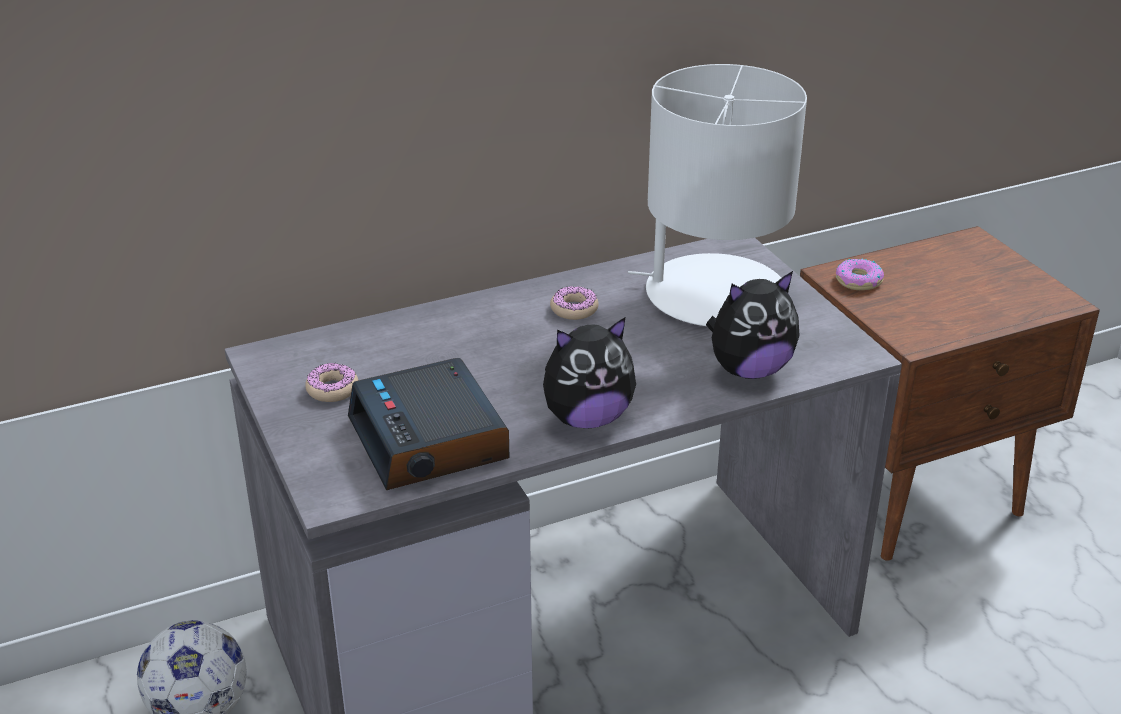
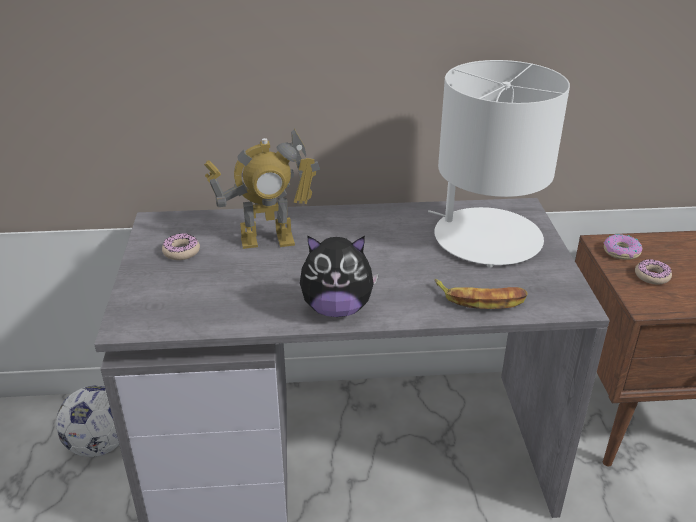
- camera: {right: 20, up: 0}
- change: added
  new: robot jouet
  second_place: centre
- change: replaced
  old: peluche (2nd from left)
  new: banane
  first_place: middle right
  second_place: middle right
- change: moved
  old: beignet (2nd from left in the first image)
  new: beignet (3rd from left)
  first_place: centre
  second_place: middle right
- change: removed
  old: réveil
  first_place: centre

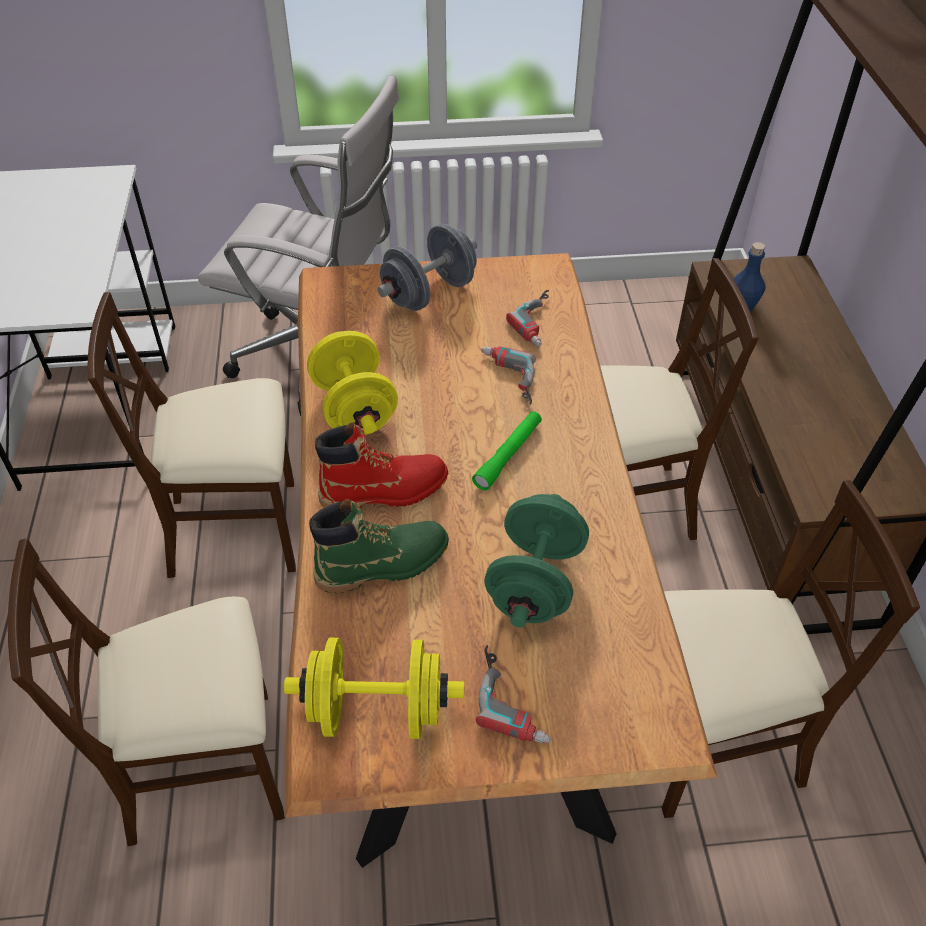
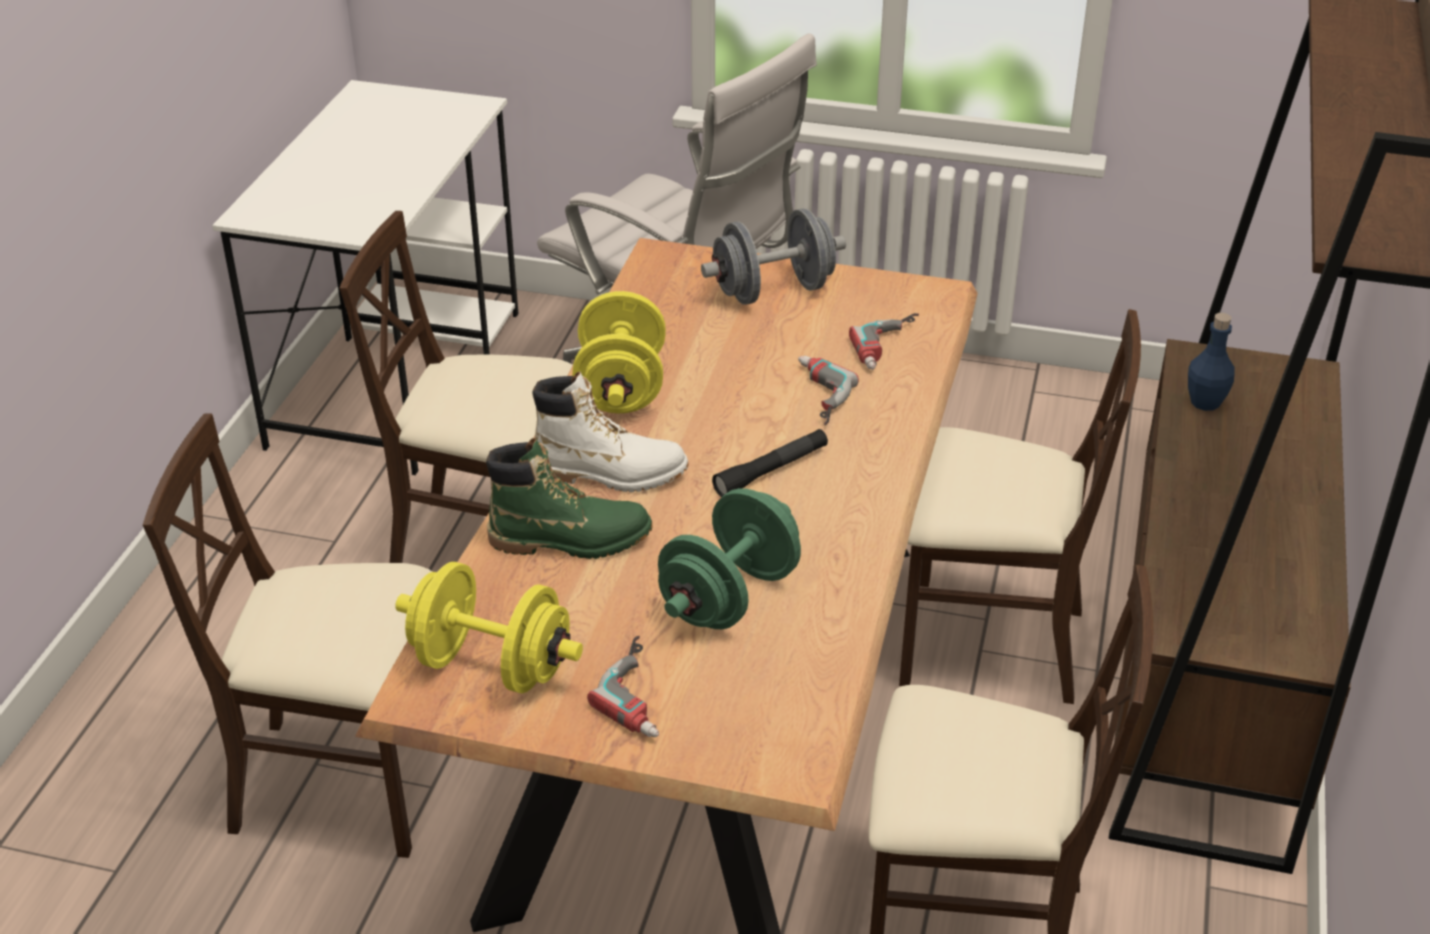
- camera: {right: 20, up: -10}
- change: recoloured
  old: botte/rouge
  new: botte/blanc
  first_place: centre
  second_place: centre
- change: recoloured
  old: lampe de poche/vert
  new: lampe de poche/noir
  first_place: centre
  second_place: centre

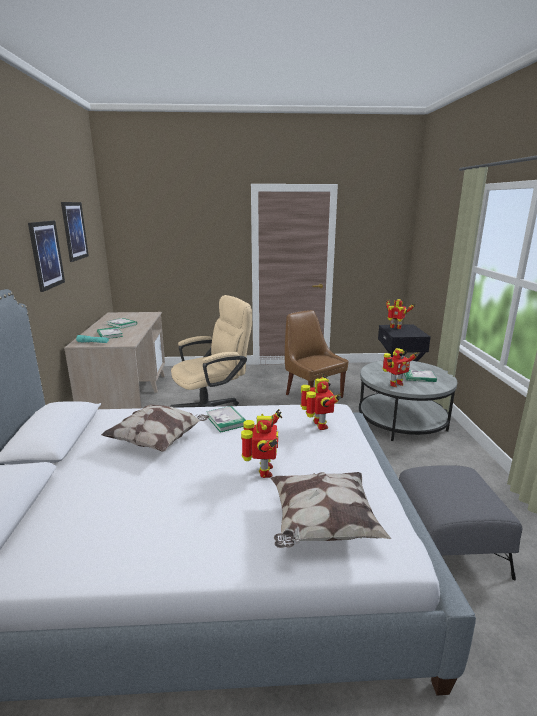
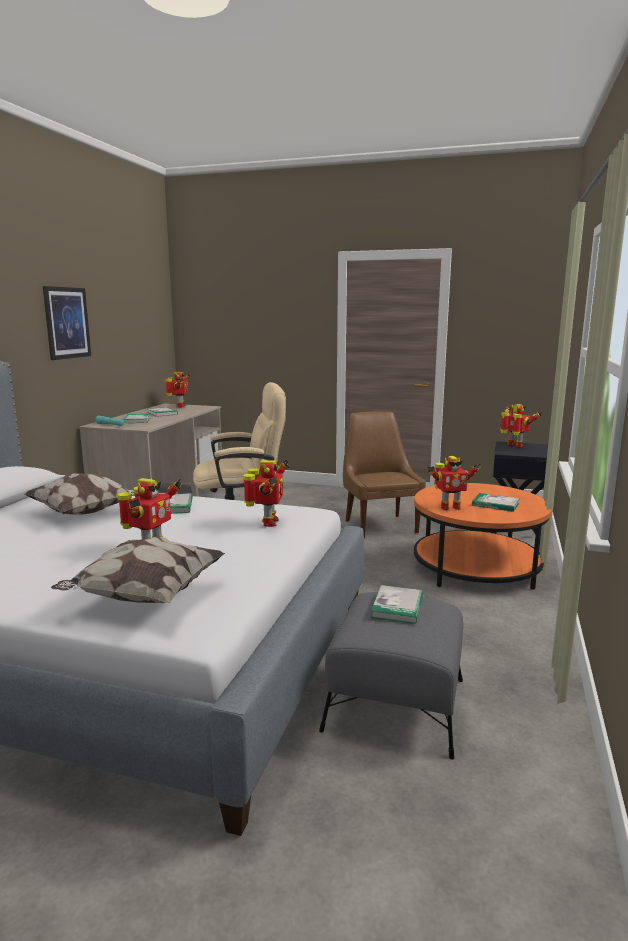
- camera: {right: 20, up: -5}
- change: added
  new: robot jouet (2nd from left)
  second_place: middle left
- change: added
  new: livre (4th from left)
  second_place: centre
- change: recoloured
  old: table basse/gris
  new: table basse/orange
  first_place: middle right
  second_place: middle right
- change: removed
  old: tableau (2nd from left)
  first_place: top left

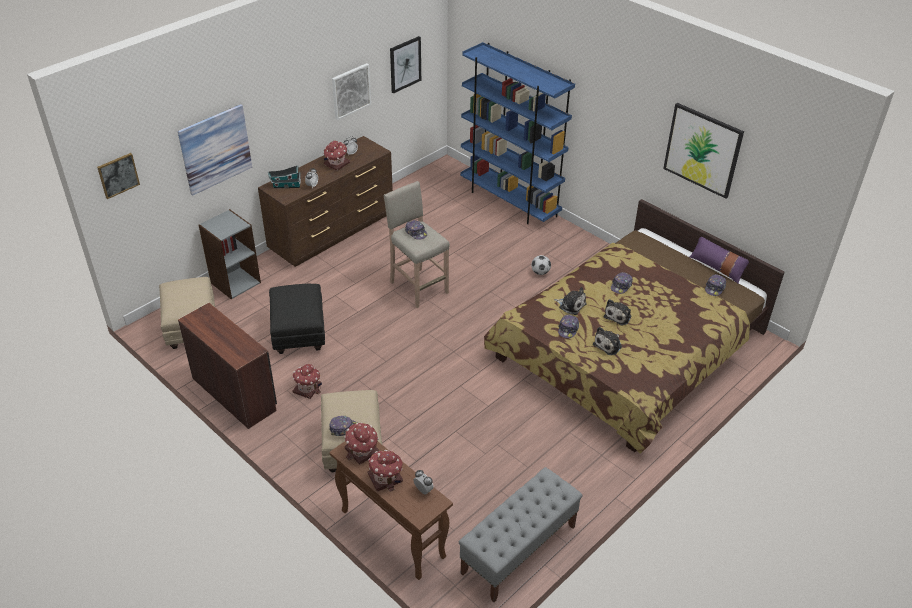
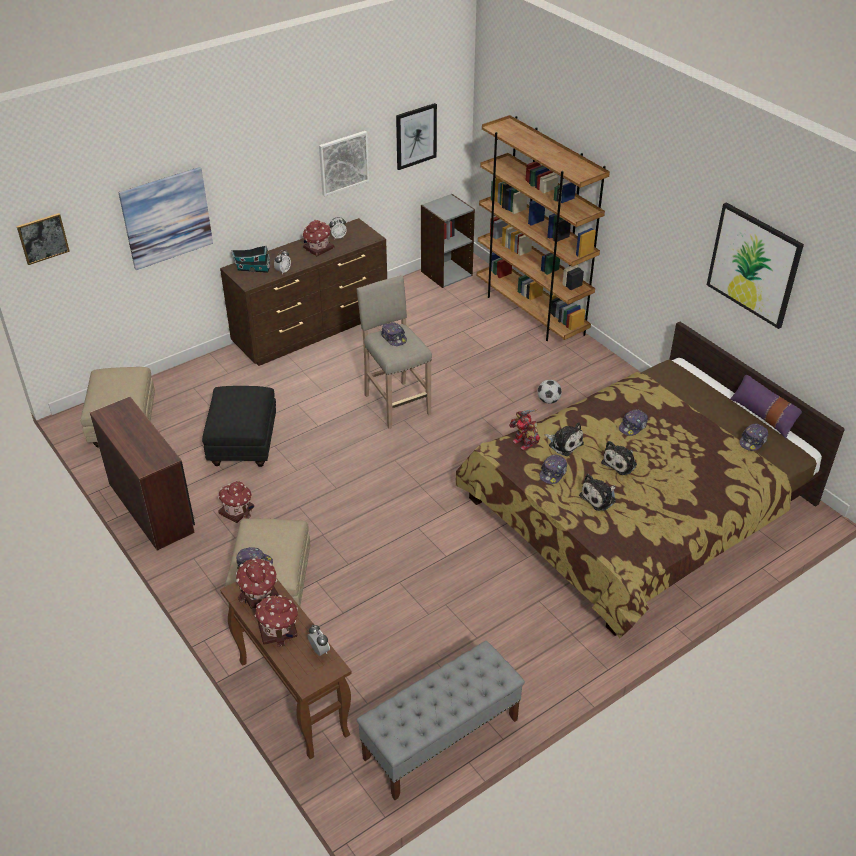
- camera: {right: 10, up: 0}
- change: moved
  old: bibliothèque/gris
  first_place: middle left
  second_place: top centre
- change: recoloured
  old: bibliothèque/bleu
  new: bibliothèque/marron
  first_place: top centre
  second_place: top centre
- change: added
  new: robot jouet
  second_place: centre

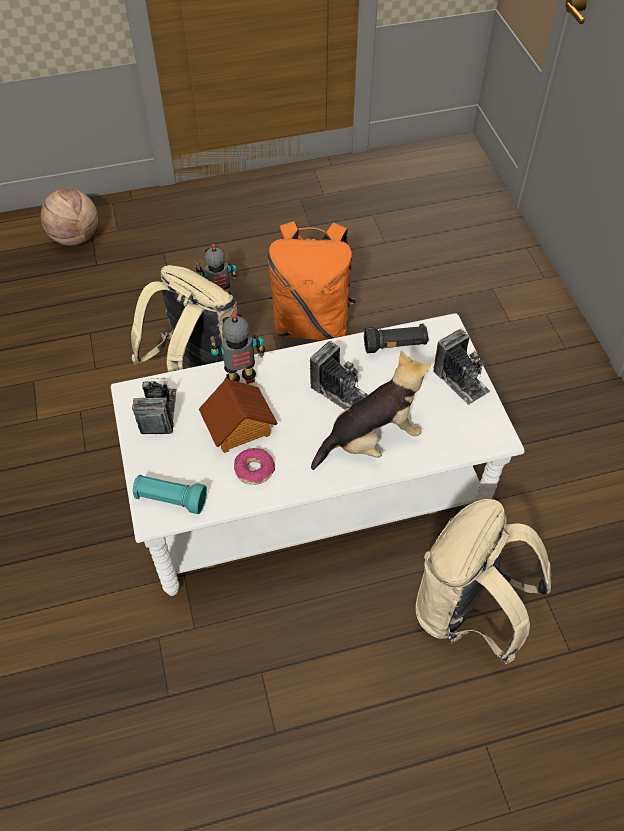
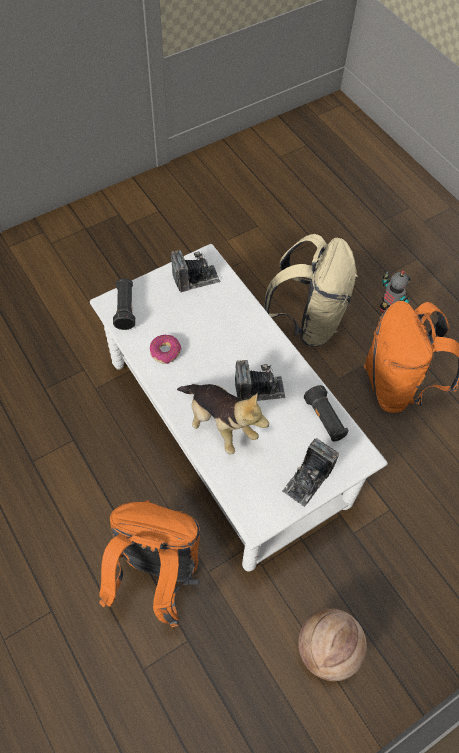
- camera: {right: 70, up: 5}
- change: recoloured
  old: sac à dos/beige (2nd from left)
  new: sac à dos/orange (1st from left)
  first_place: bottom right
  second_place: bottom left
- change: recoloured
  old: lampe de poche/turquoise
  new: lampe de poche/noir (1st from left)
  first_place: middle left
  second_place: middle left
- change: turned
  old: appareil photo (2nd from left)
  first_place: centre
  second_place: centre
  degrees: -120
- change: moved
  old: ballon de basket
  first_place: top left
  second_place: bottom right
- change: removed
  old: maison miniature
  first_place: centre
- change: removed
  old: robot jouet (2nd from left)
  first_place: centre

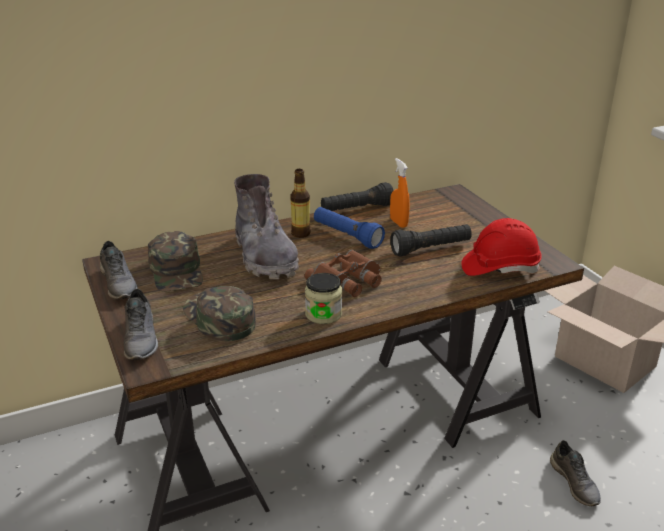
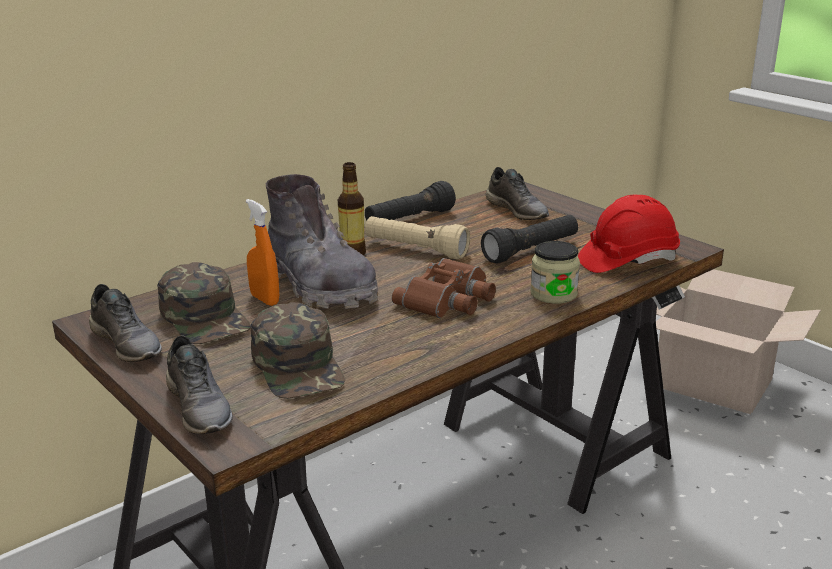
- camera: {right: -15, up: -5}
- change: moved
  old: vaporisateur/orange
  first_place: centre
  second_place: middle left
- change: turned
  old: casquette/vert (2nd from left)
  first_place: middle left
  second_place: centre
  degrees: -150
- change: recoloured
  old: lampe de poche/bleu
  new: lampe de poche/beige
  first_place: centre
  second_place: centre
- change: moved
  old: chaussure/gris (3rd from left)
  first_place: bottom right
  second_place: centre
- change: moved
  old: bocal
  first_place: centre
  second_place: middle right

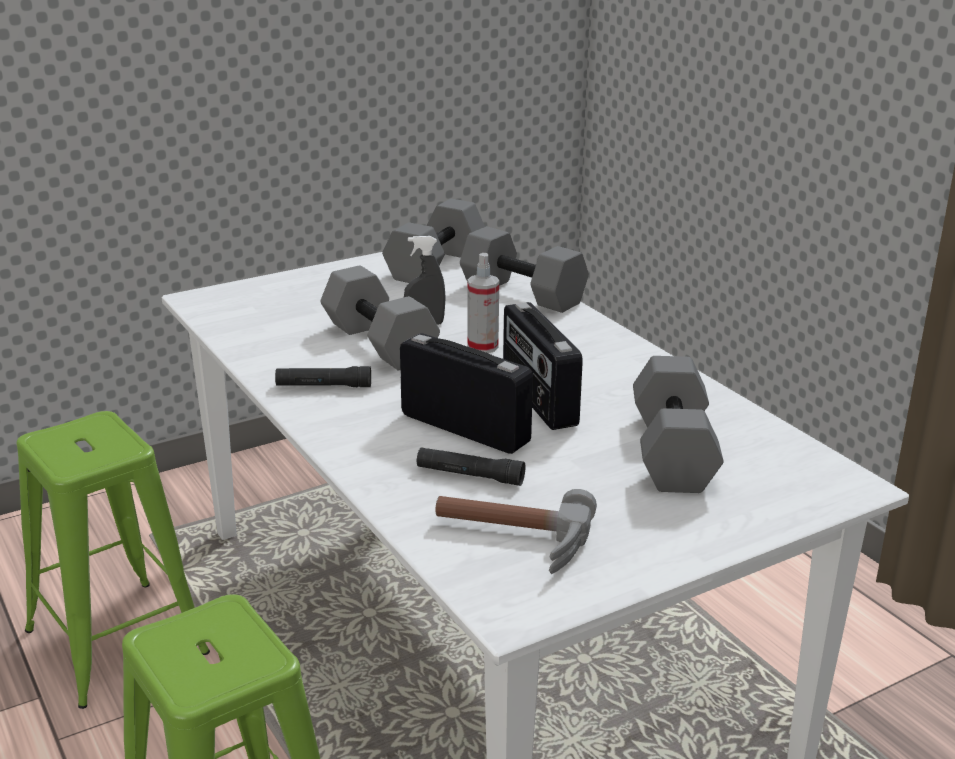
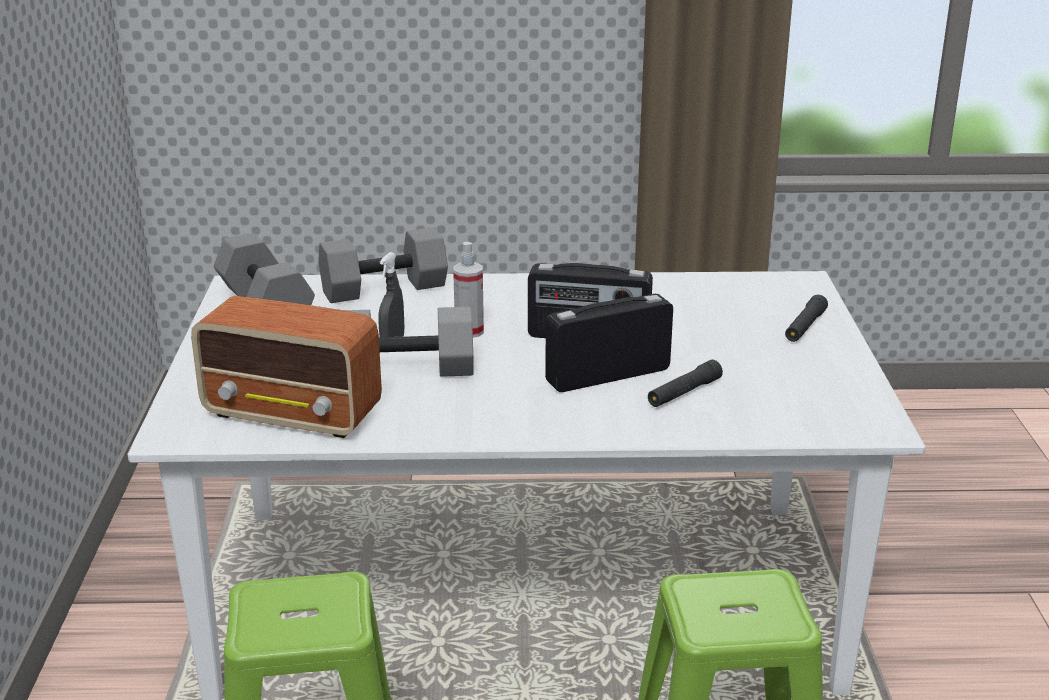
- camera: {right: -60, up: 0}
- change: added
  new: radio (1st from left)
  second_place: middle left
- change: moved
  old: lampe de poche/noir (1st from left in the first image)
  new: lampe de poche/noir (2nd from left)
  first_place: centre
  second_place: middle right
- change: removed
  old: marteau
  first_place: bottom centre
- change: removed
  old: haltère/gris (4th from left)
  first_place: middle right

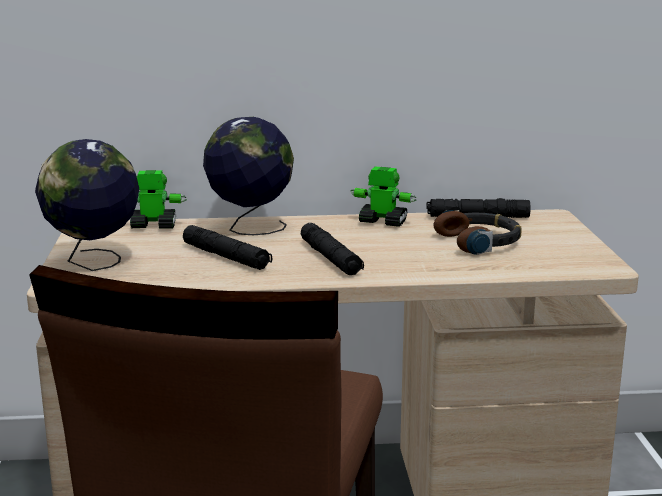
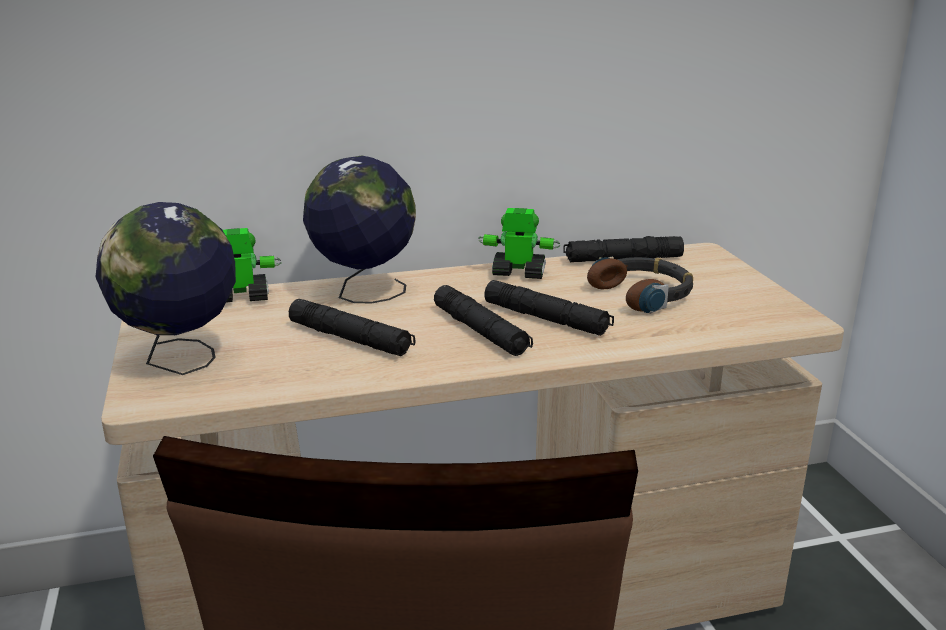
- camera: {right: -10, up: 5}
- change: added
  new: lampe de poche/noir (3rd from left)
  second_place: centre

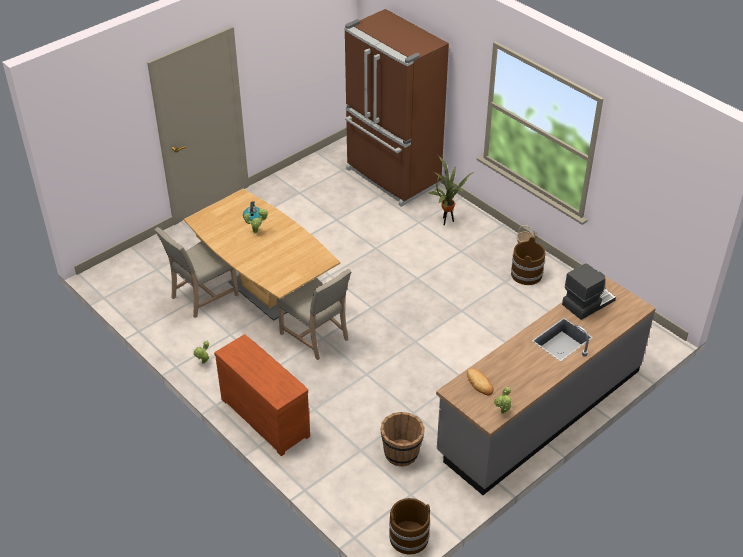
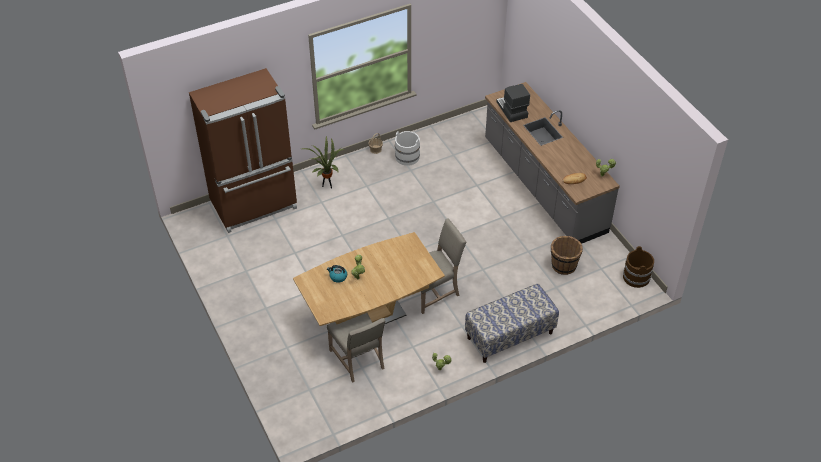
- camera: {right: -75, up: 5}
- change: recoloured
  old: seau/marron (3rd from left)
  new: seau/blanc
  first_place: middle right
  second_place: top centre
- change: replaced
  old: commode/marron
  new: banc
  first_place: bottom centre
  second_place: bottom centre

